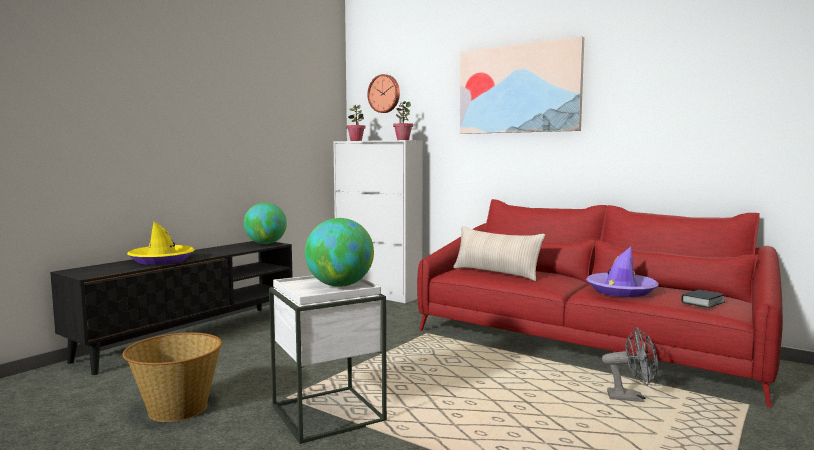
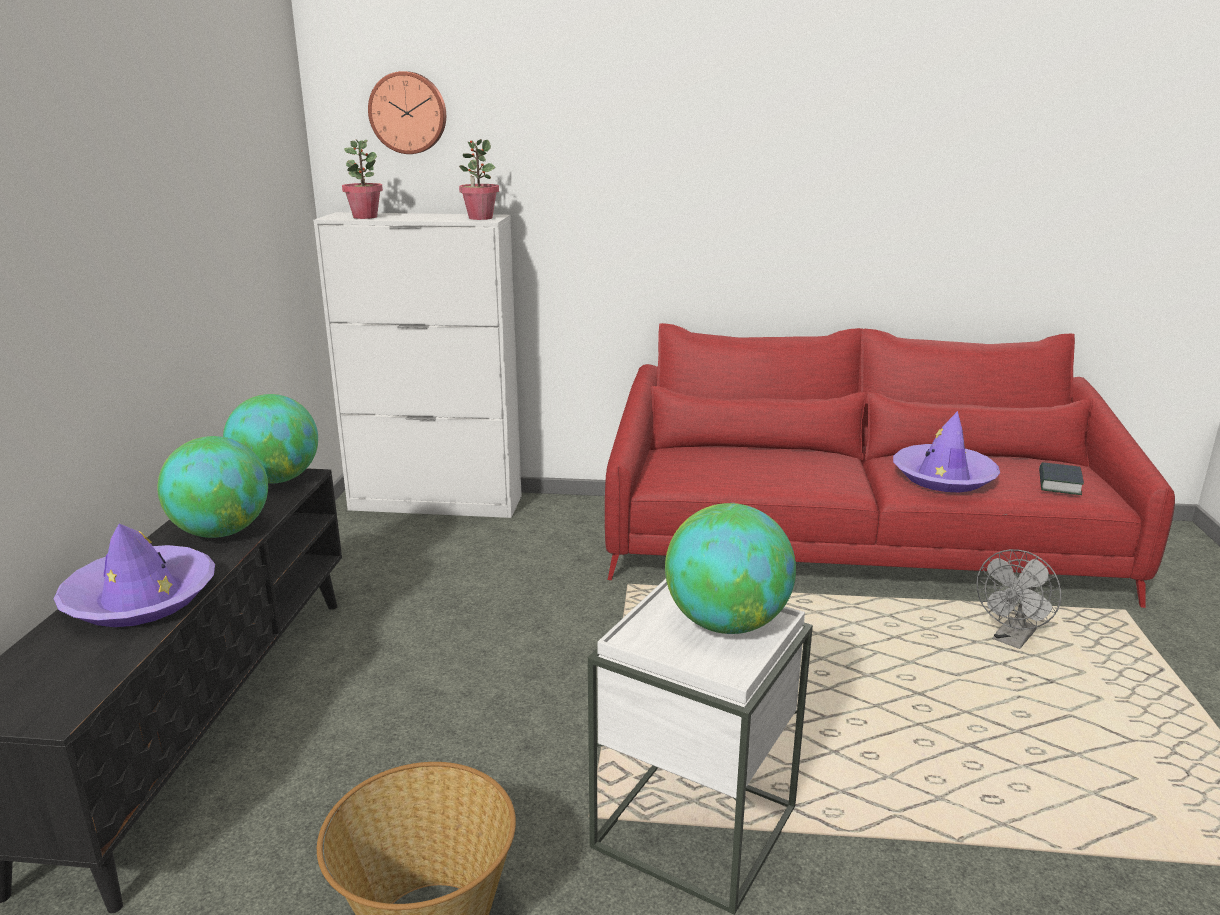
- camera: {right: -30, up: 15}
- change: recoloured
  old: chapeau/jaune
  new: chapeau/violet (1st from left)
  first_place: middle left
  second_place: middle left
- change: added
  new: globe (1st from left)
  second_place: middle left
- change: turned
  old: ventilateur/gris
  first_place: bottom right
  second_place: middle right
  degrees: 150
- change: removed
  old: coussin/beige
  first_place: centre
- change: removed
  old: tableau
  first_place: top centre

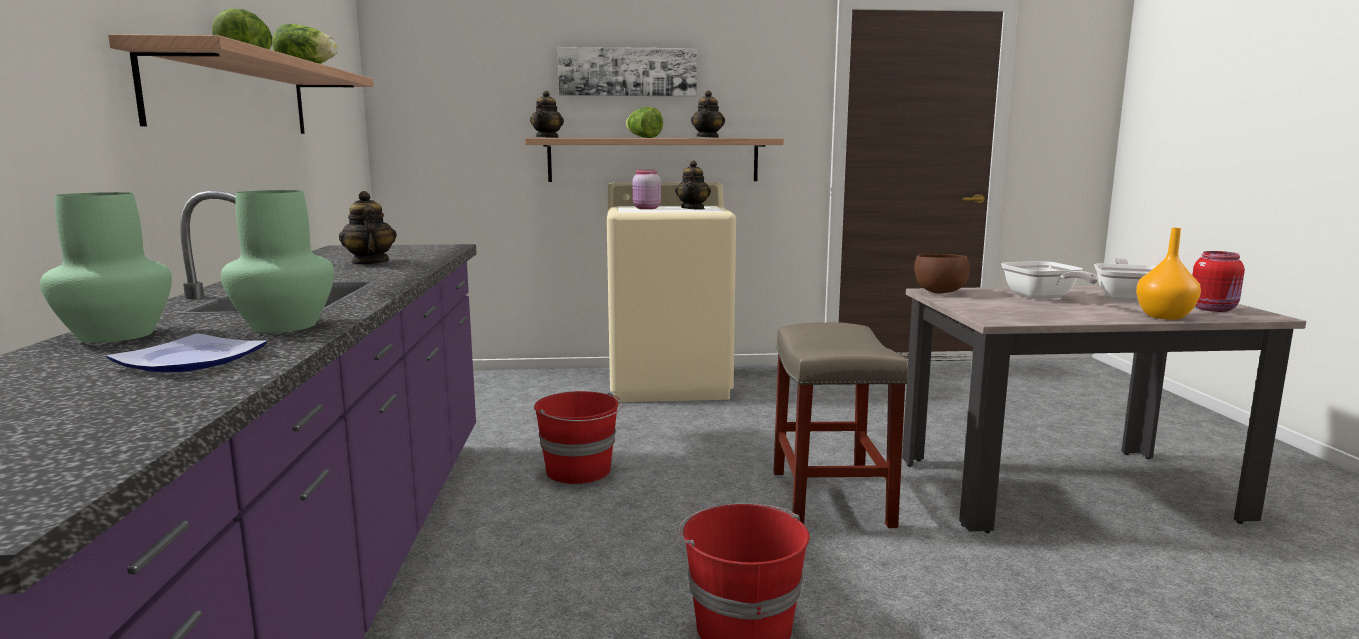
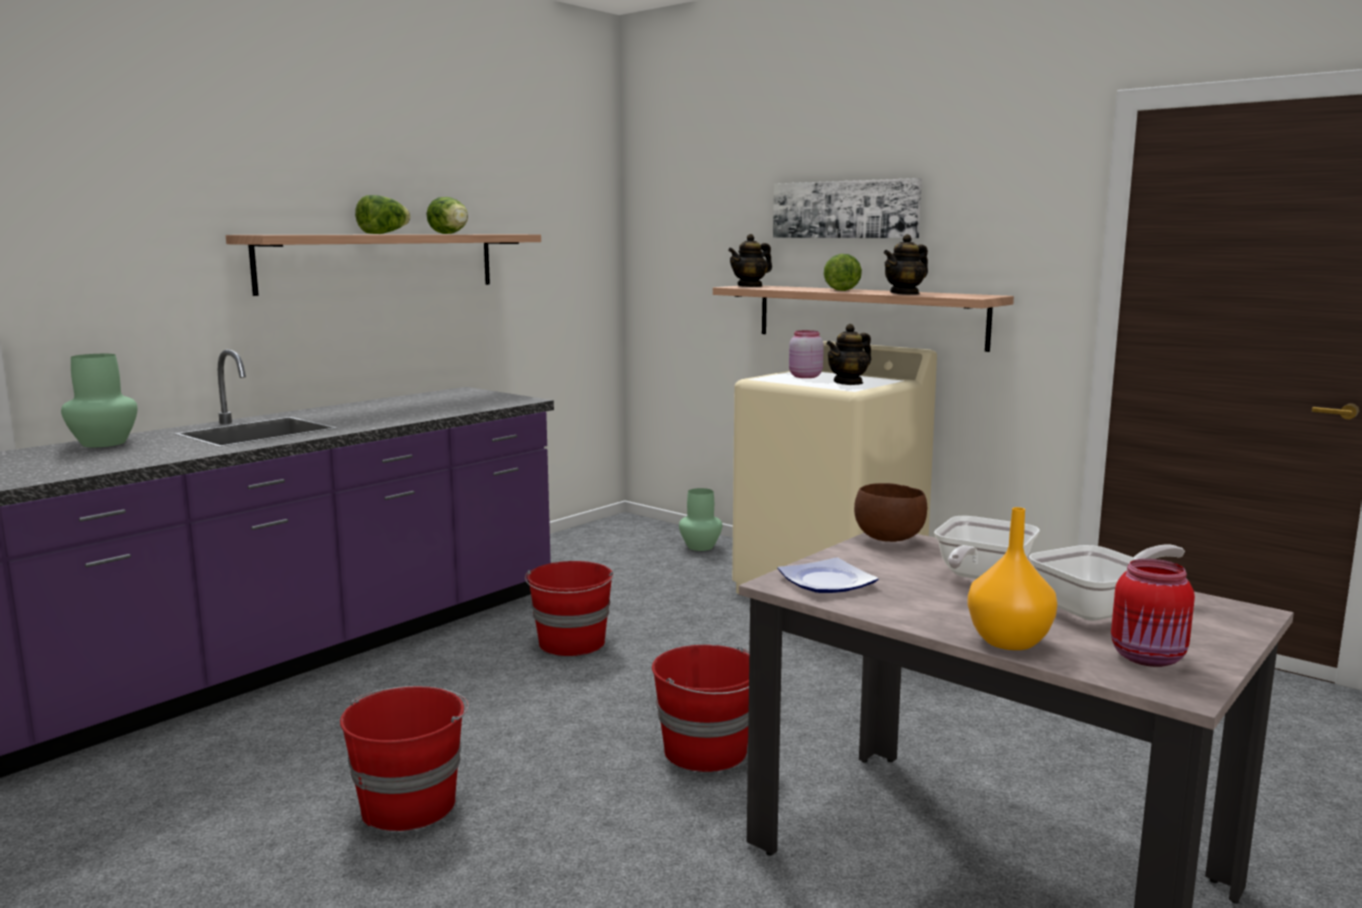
- camera: {right: 45, up: 0}
- change: replaced
  old: tabouret/beige
  new: seau/rouge (3rd from left)
  first_place: centre
  second_place: bottom centre
- change: moved
  old: vase/vert (2nd from left)
  first_place: middle left
  second_place: centre
- change: moved
  old: assiette
  first_place: middle left
  second_place: centre
- change: removed
  old: théière (1st from left)
  first_place: middle left

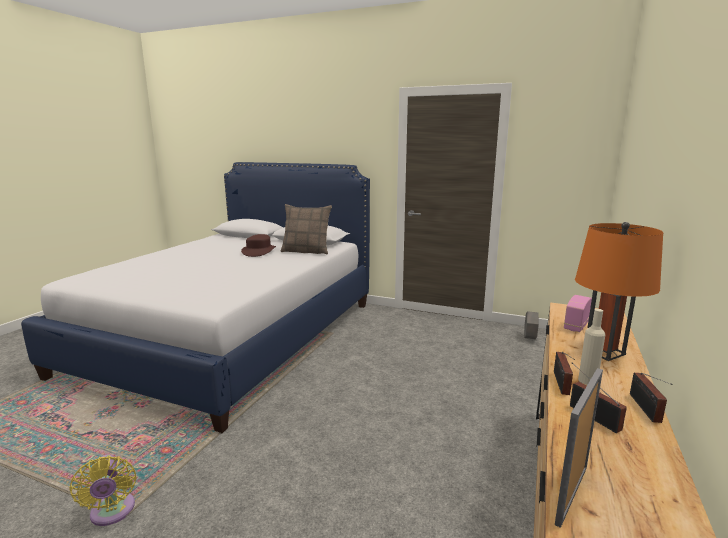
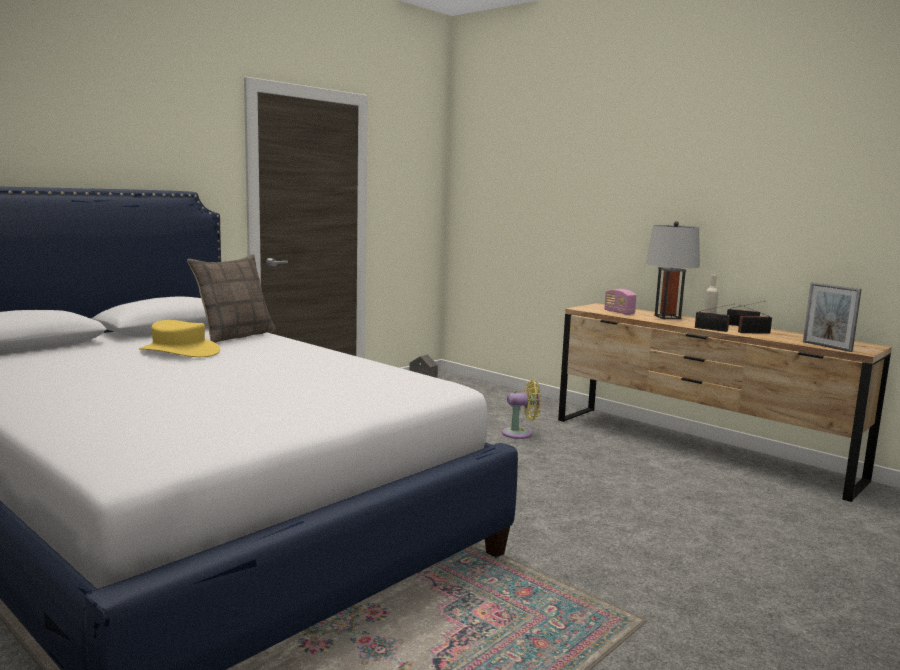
- camera: {right: -70, up: -5}
- change: recoloured
  old: chapeau/marron
  new: chapeau/jaune
  first_place: centre
  second_place: middle left
- change: moved
  old: ventilateur/jaune
  first_place: bottom left
  second_place: centre
- change: recoloured
  old: lampe de table/orange
  new: lampe de table/gris
  first_place: middle right
  second_place: middle right

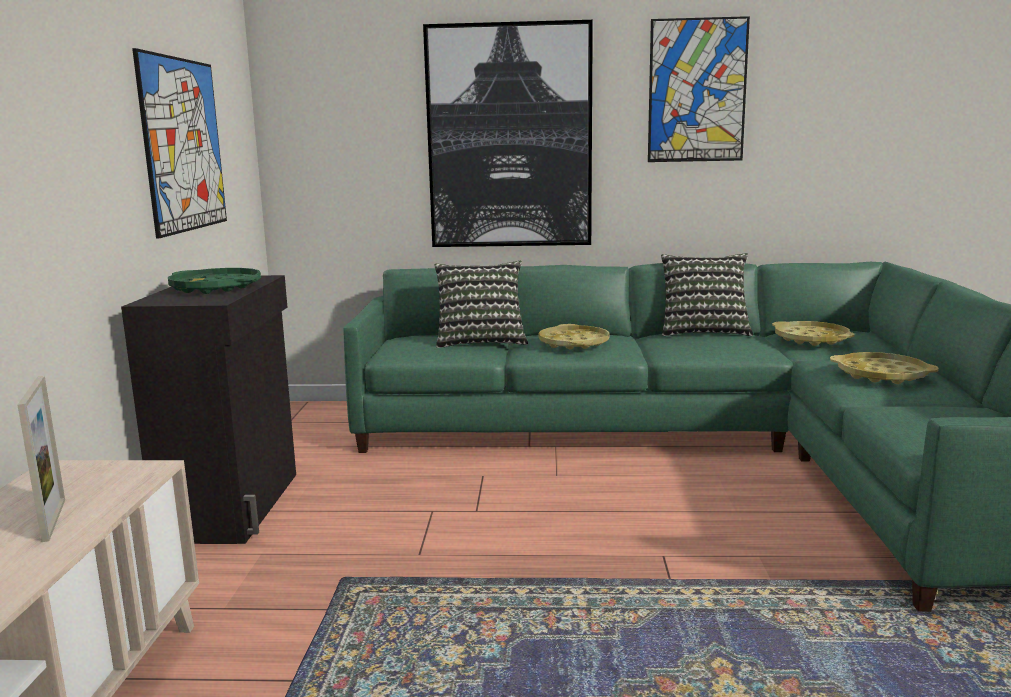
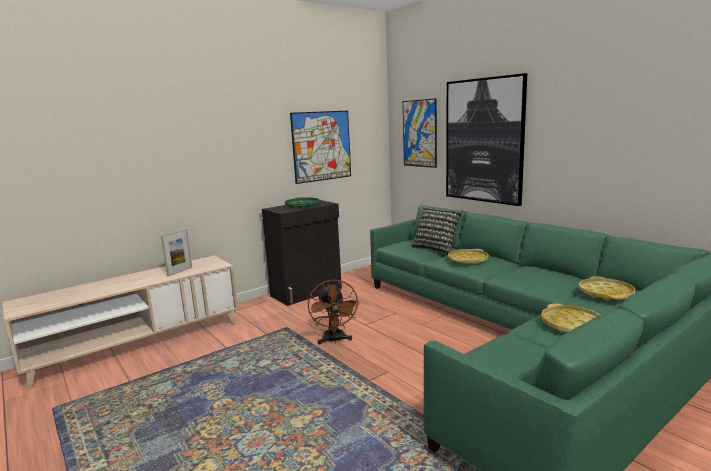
- camera: {right: 50, up: 0}
- change: added
  new: ventilateur/marron
  second_place: centre
- change: moved
  old: tableau (3rd from left in the first image)
  new: tableau (2nd from left)
  first_place: top right
  second_place: top centre
- change: removed
  old: coussin (2nd from left)
  first_place: middle right

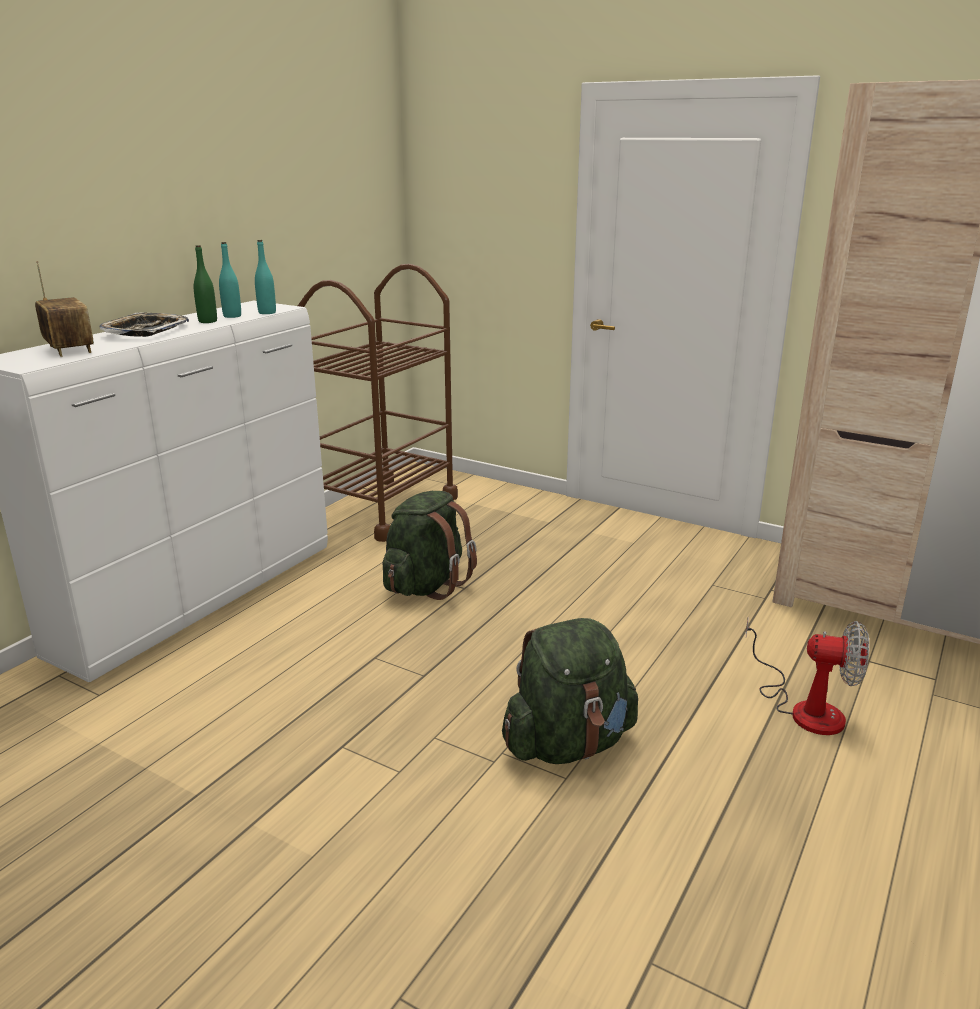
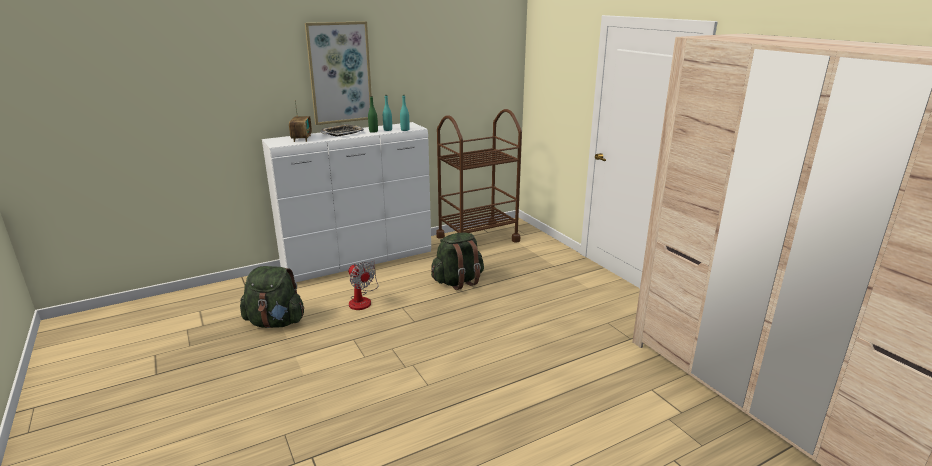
- camera: {right: 30, up: 0}
- change: moved
  old: sac à dos/vert (2nd from left in the first image)
  new: sac à dos/vert (1st from left)
  first_place: bottom centre
  second_place: middle left
- change: added
  new: tableau
  second_place: top centre
- change: moved
  old: ventilateur
  first_place: bottom right
  second_place: centre

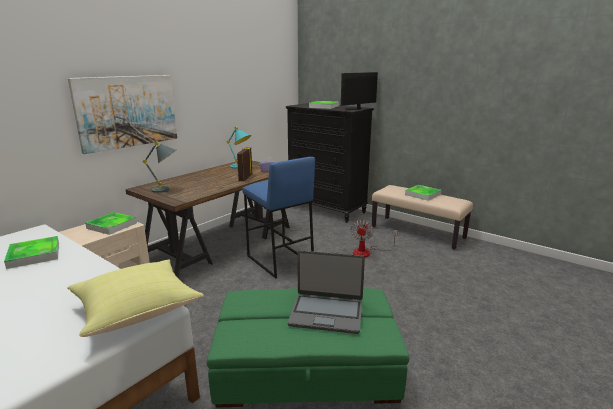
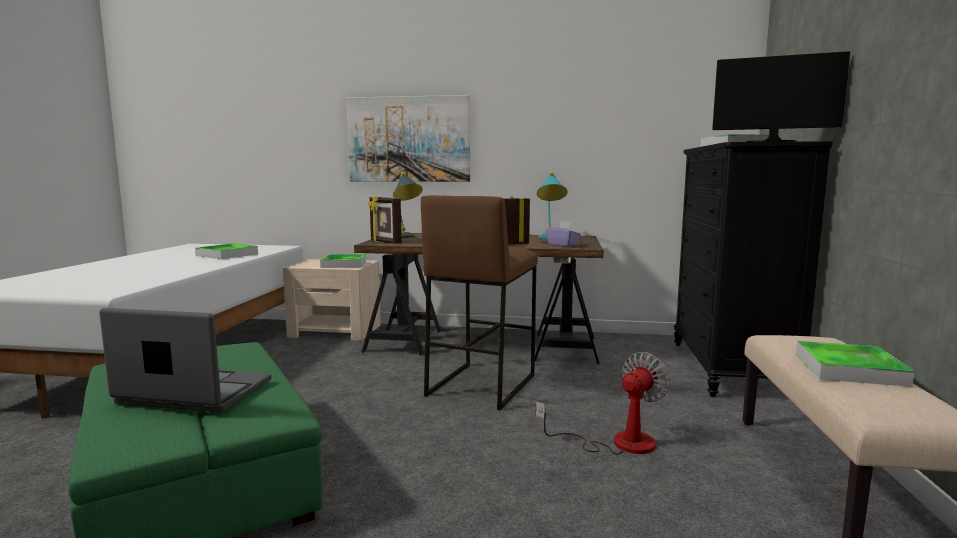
- camera: {right: 60, up: -10}
- change: turned
  old: ordinateur portable
  first_place: bottom centre
  second_place: bottom left
  degrees: 120
- change: added
  new: cadre photo (1st from left)
  second_place: centre
- change: recoloured
  old: tabouret/bleu
  new: tabouret/marron
  first_place: centre
  second_place: centre
- change: turned
  old: ventilateur
  first_place: centre
  second_place: bottom centre
  degrees: 150
- change: removed
  old: coussin/jaune
  first_place: bottom left

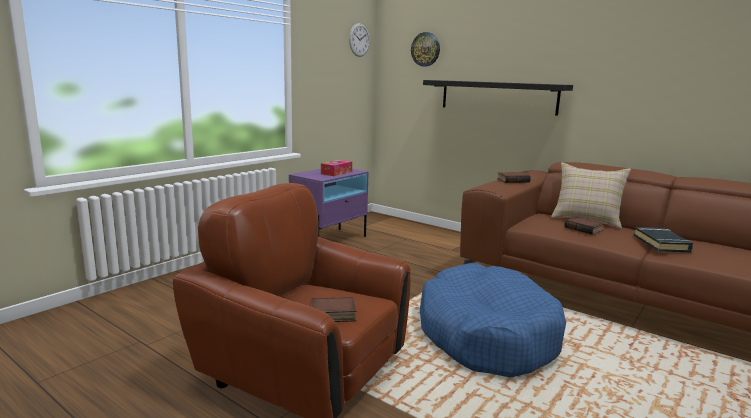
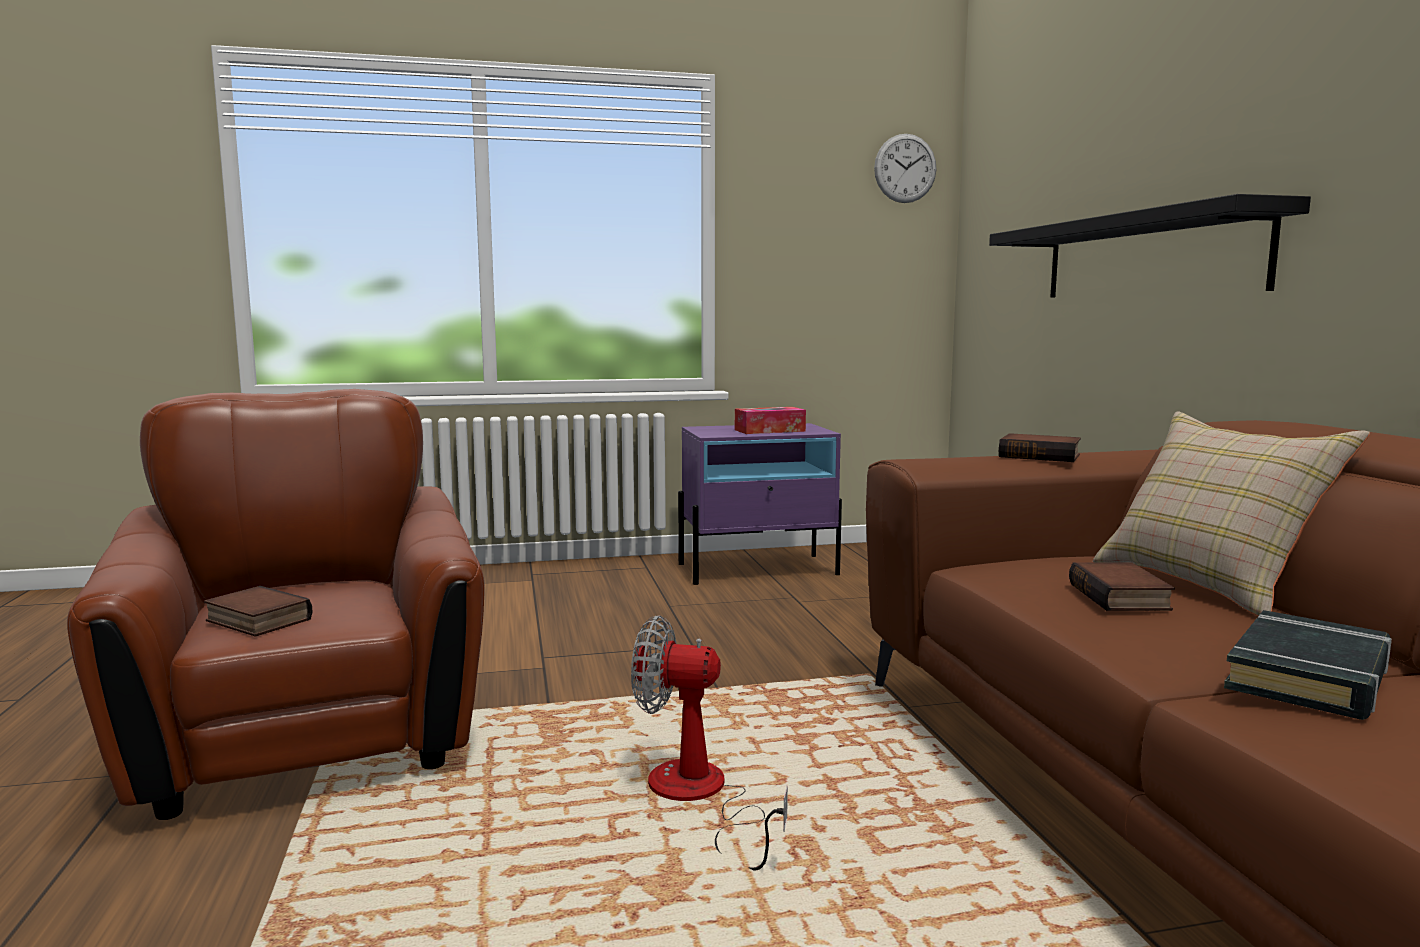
- camera: {right: 40, up: -5}
- change: replaced
  old: panier pour chien/bleu
  new: ventilateur
  first_place: bottom centre
  second_place: bottom centre
- change: removed
  old: horloge murale (2nd from left)
  first_place: top centre

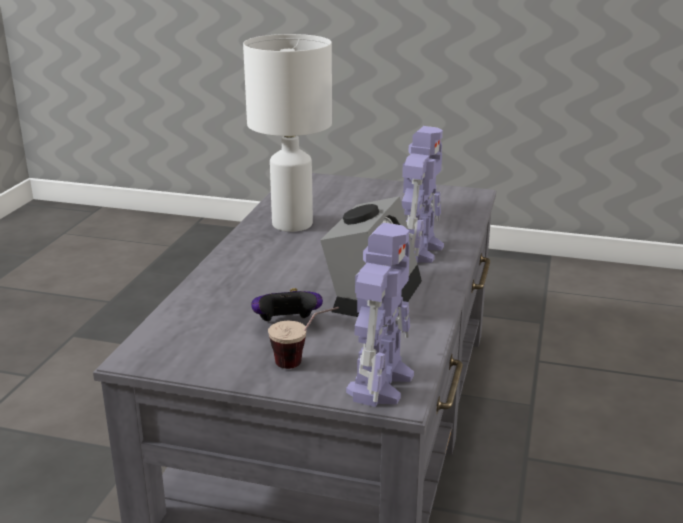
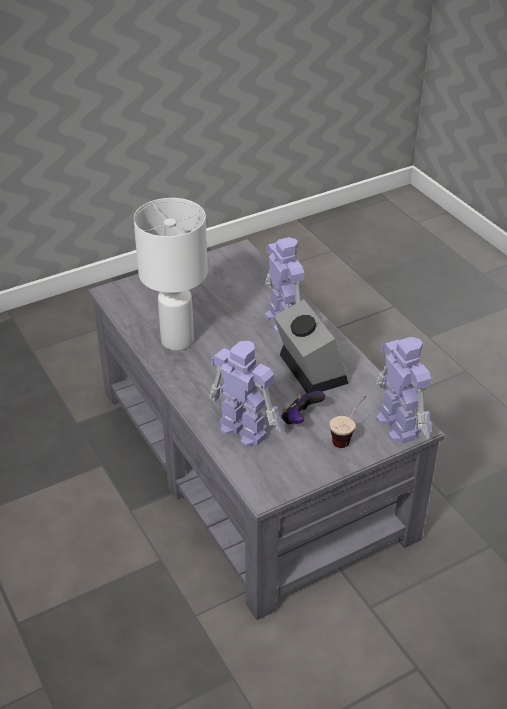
- camera: {right: -45, up: 15}
- change: added
  new: robot jouet (1st from left)
  second_place: centre

